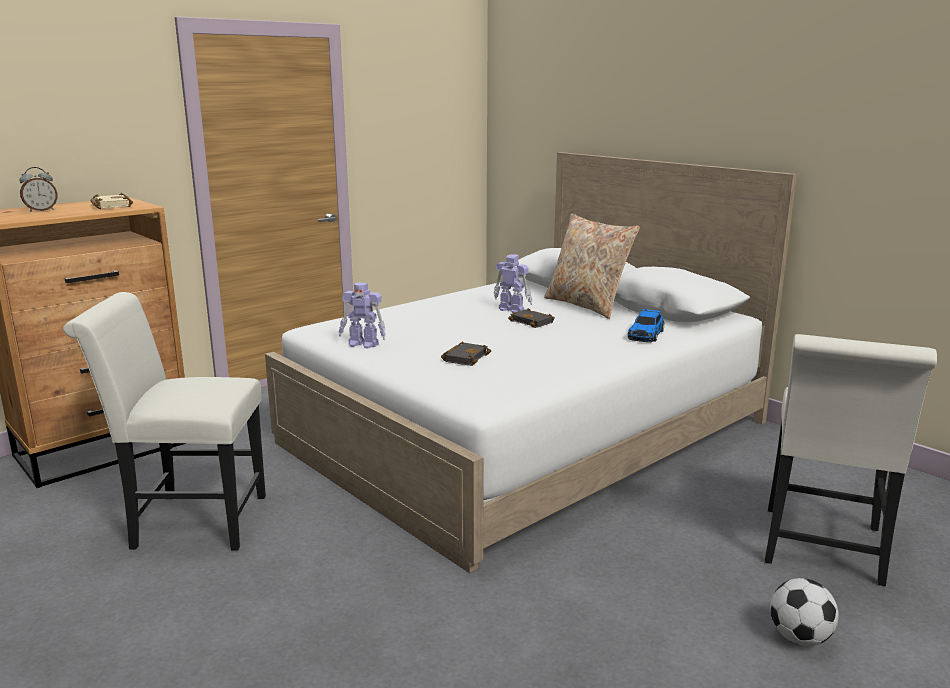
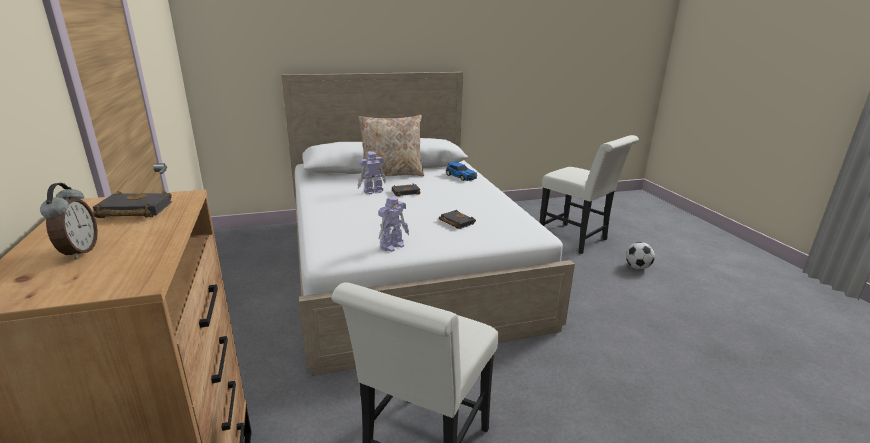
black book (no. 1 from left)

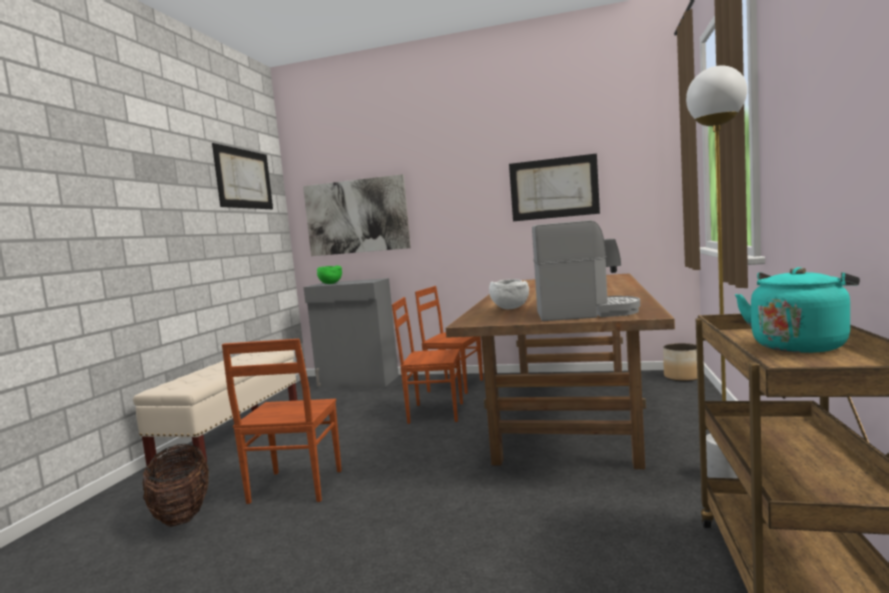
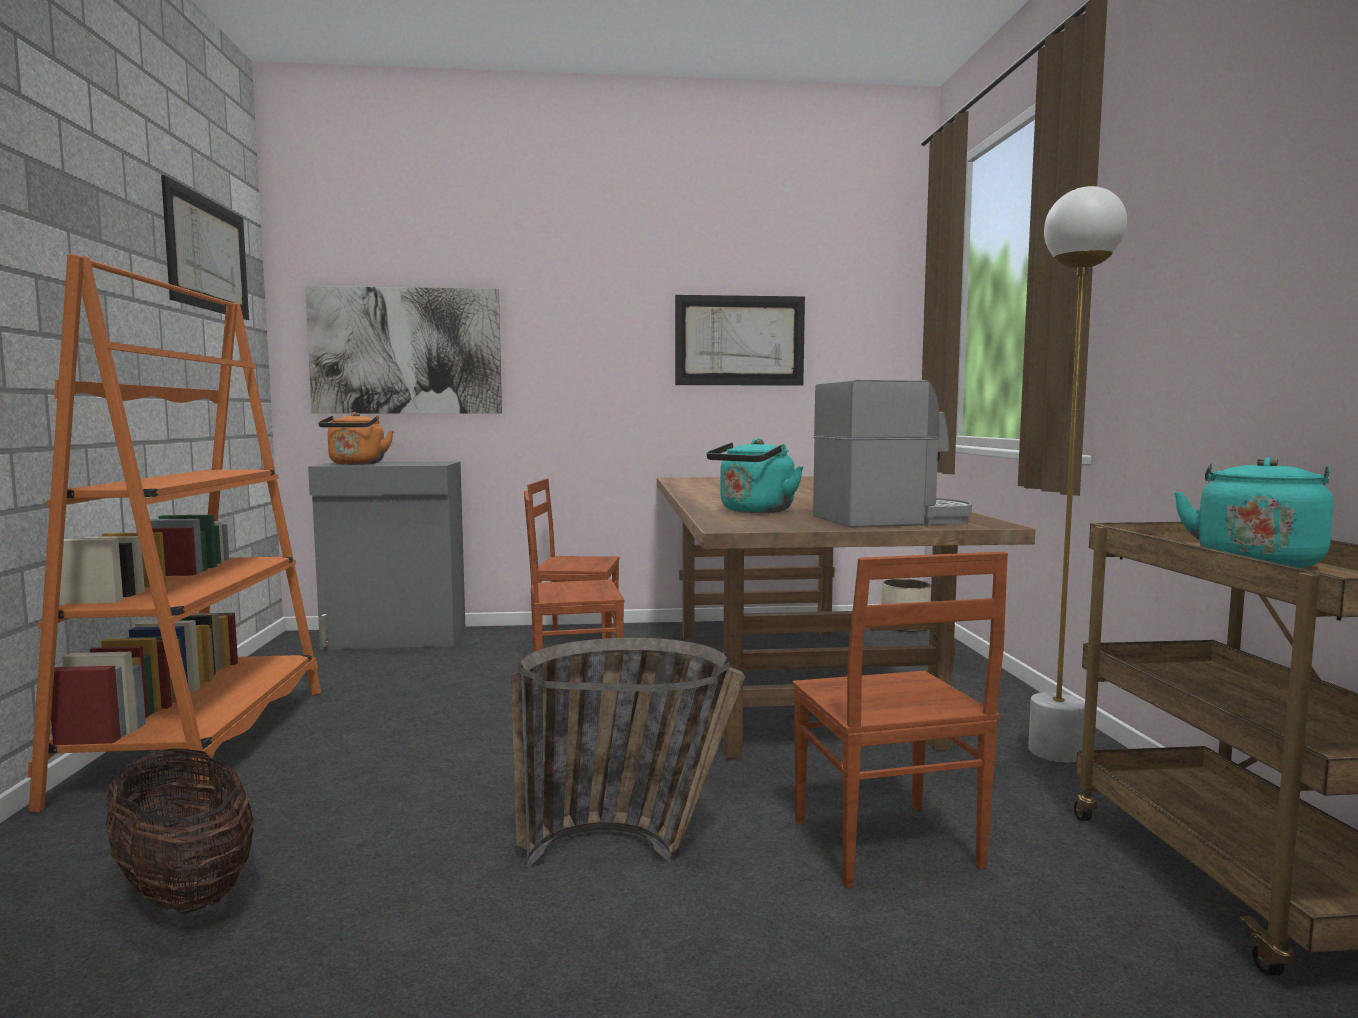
orange bookcase
orange kettle
basket (no. 2 from left)
turquoise kettle (no. 1 from left)
brown chair (no. 3 from left)

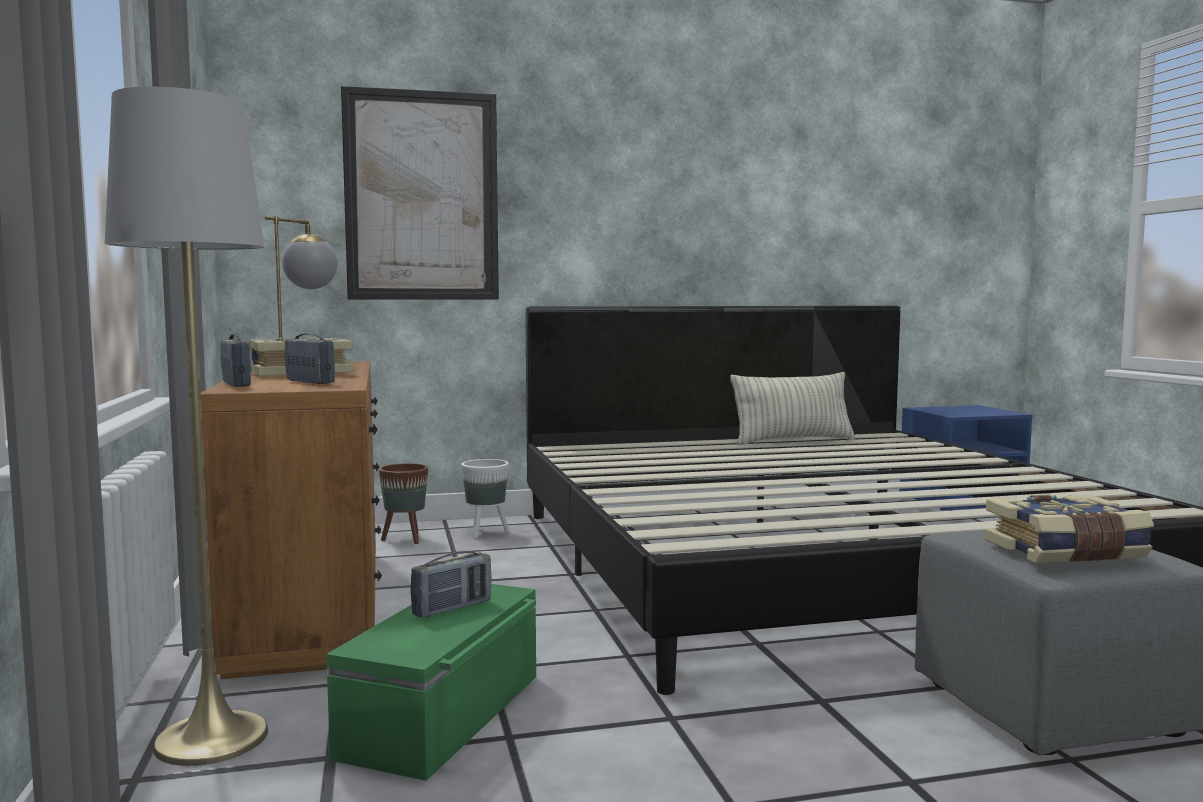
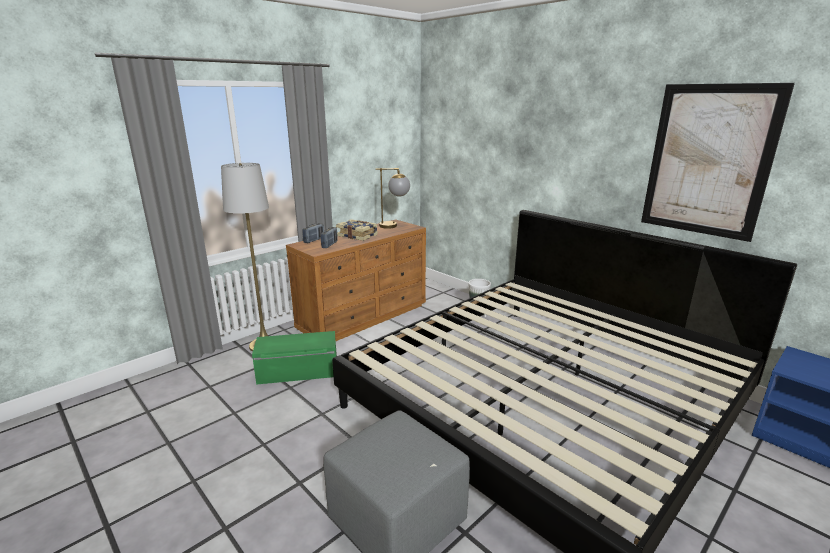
picture
brown planter
radio (no. 3 from left in the first image)
pillow
book (no. 2 from left in the first image)

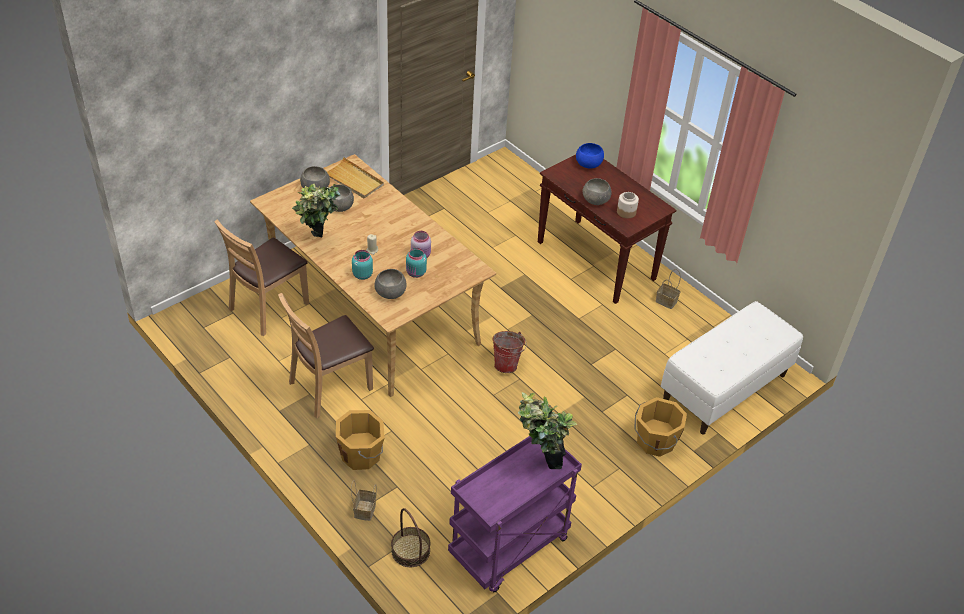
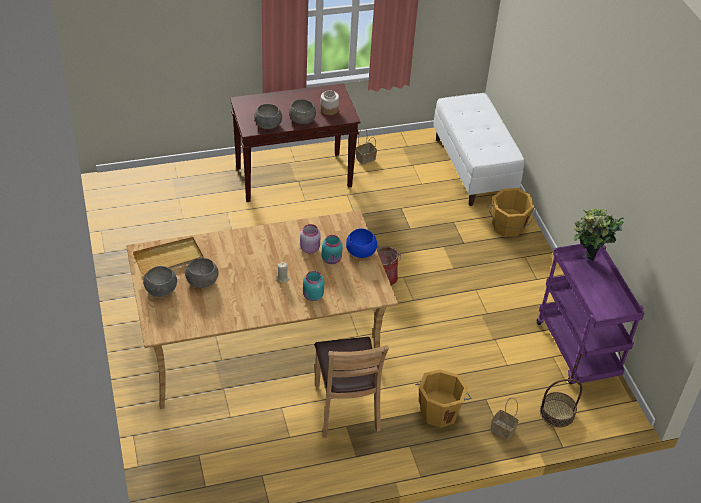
grey bowl (no. 3 from left)
blue bowl
brown chair (no. 1 from left in the first image)
potted plant (no. 1 from left in the first image)

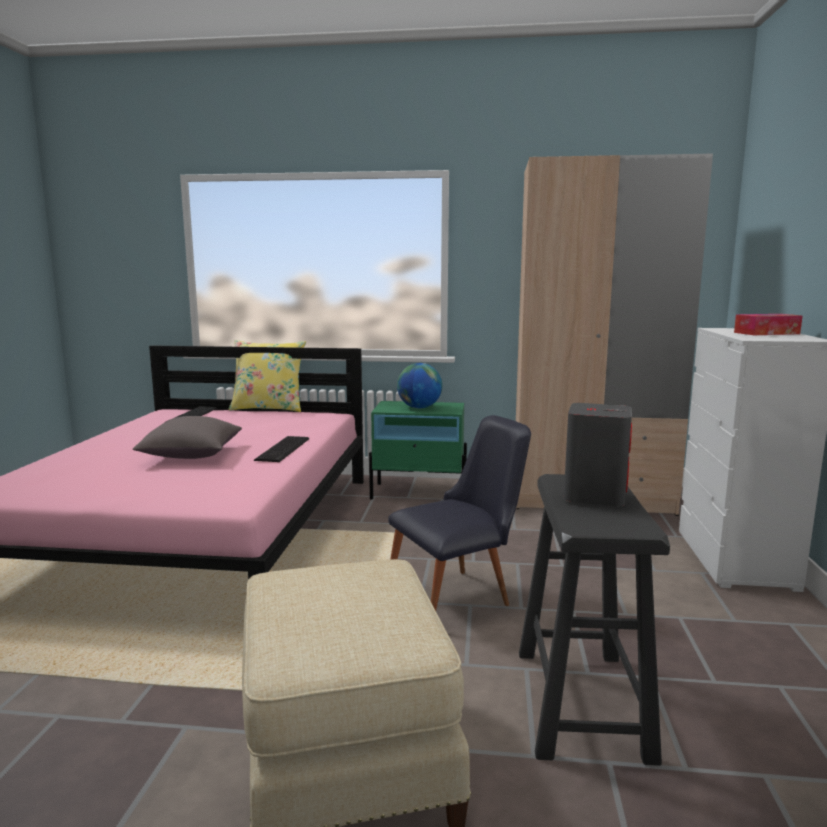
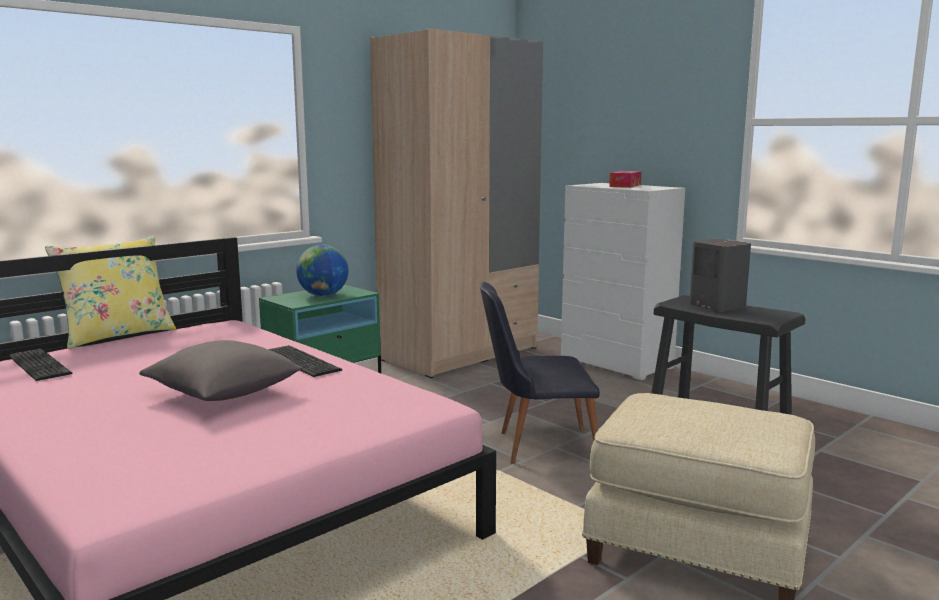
black chair

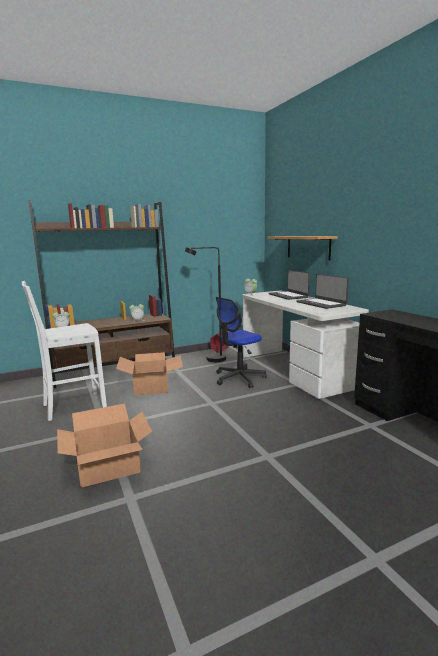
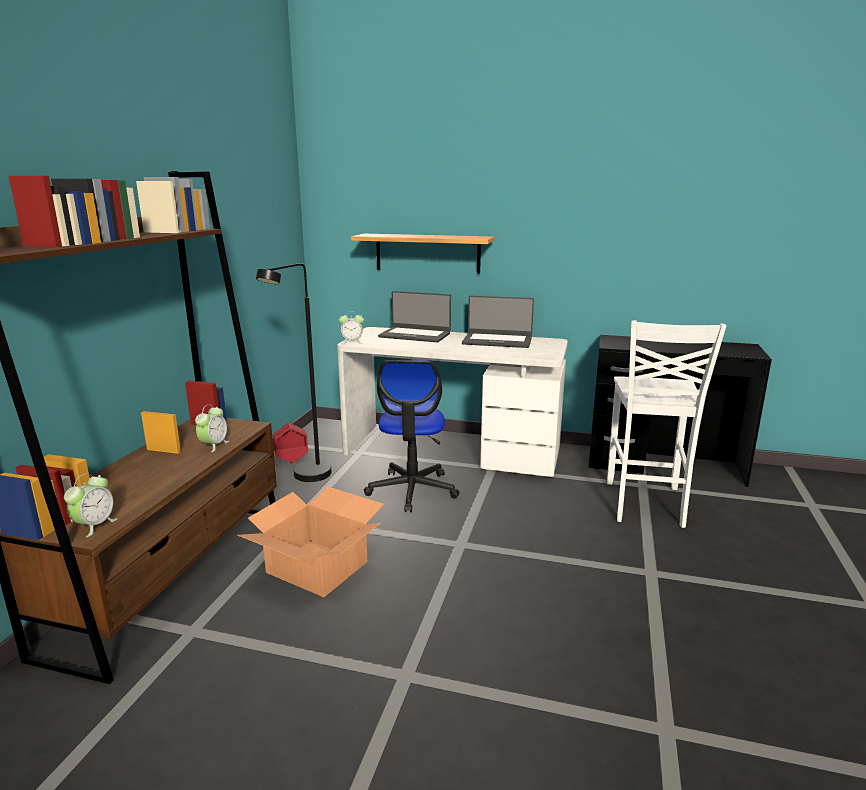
white chair
cardboard box (no. 1 from left in the first image)

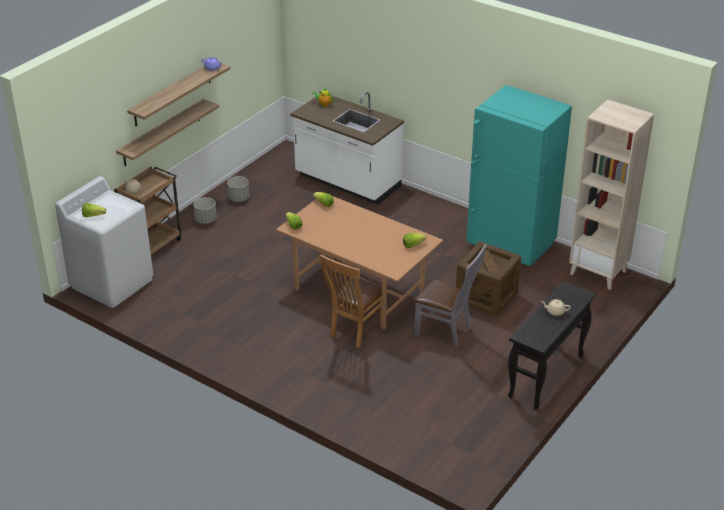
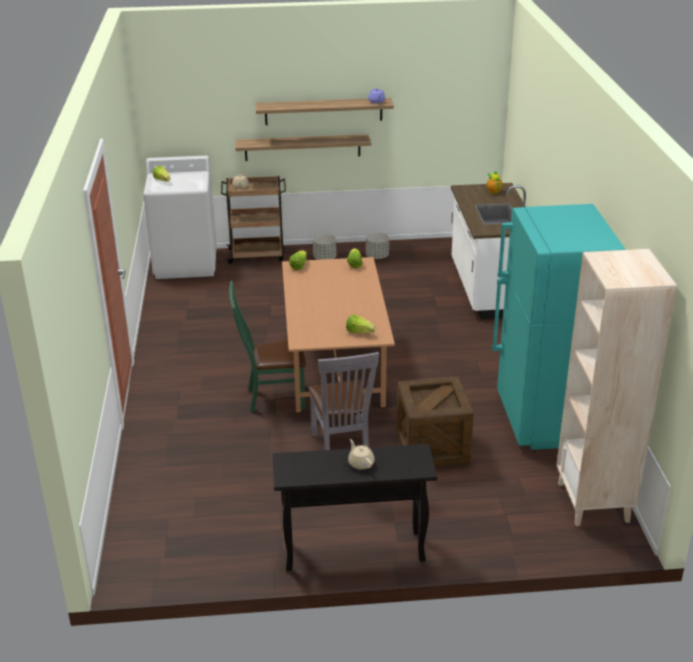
green chair

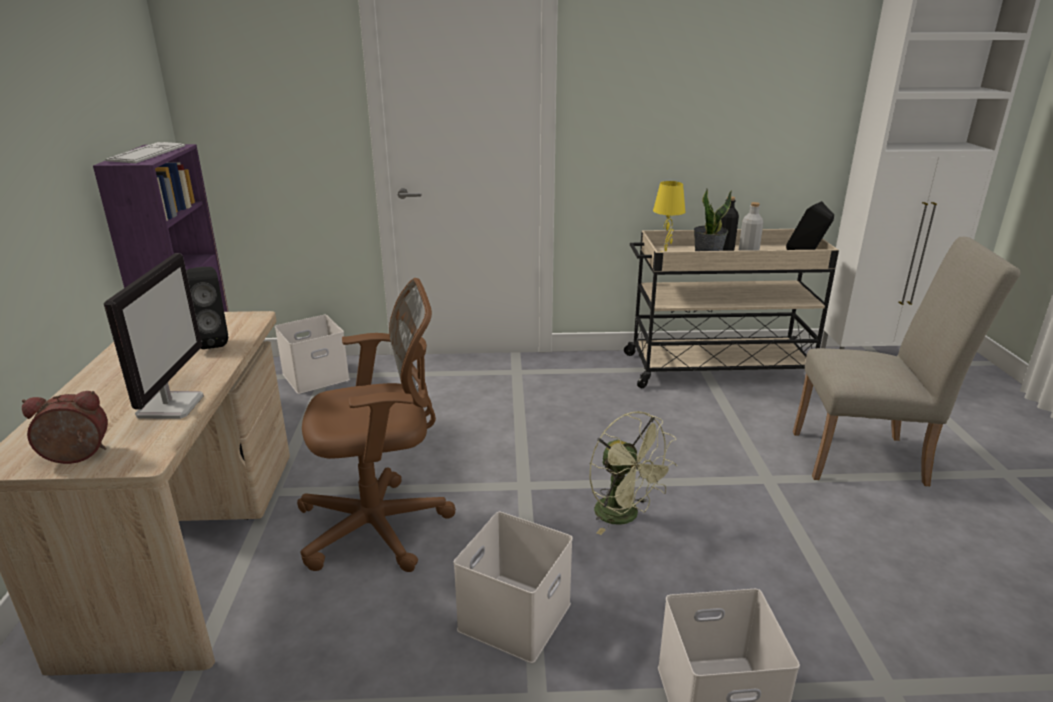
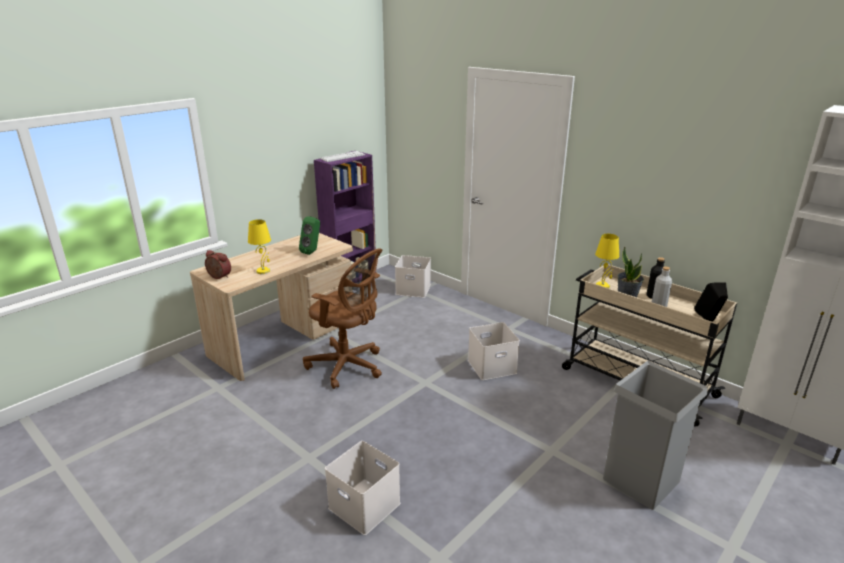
yellow table lamp (no. 1 from left)
green speaker
white storage box (no. 3 from left)
grey trash can
green fan

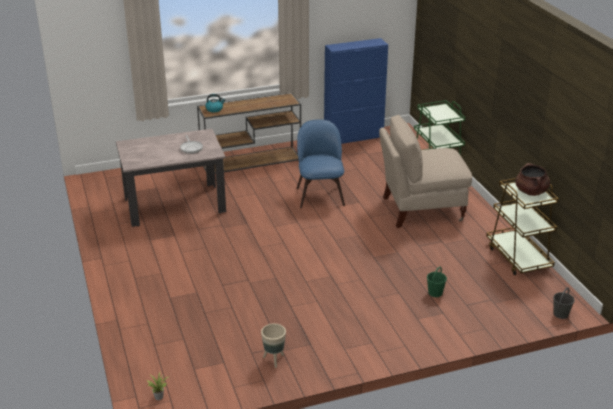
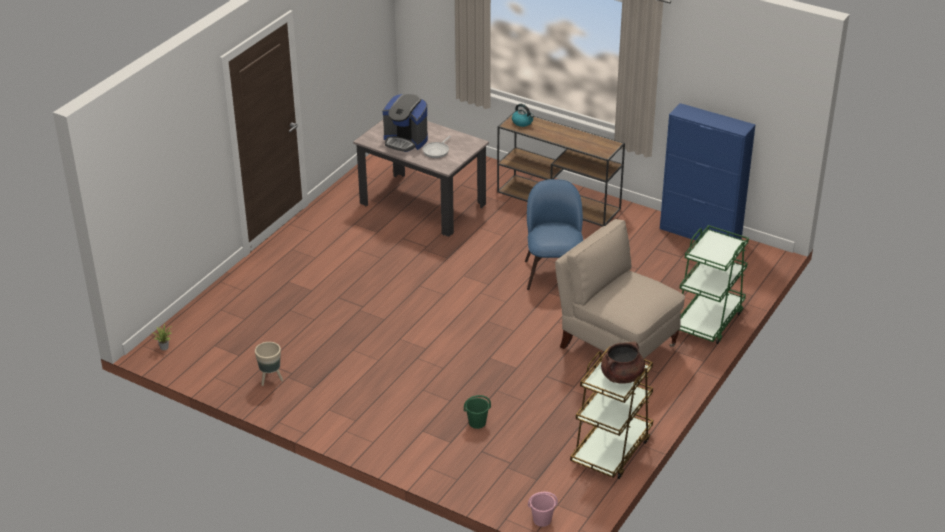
coffee machine
blue chair
pink bucket

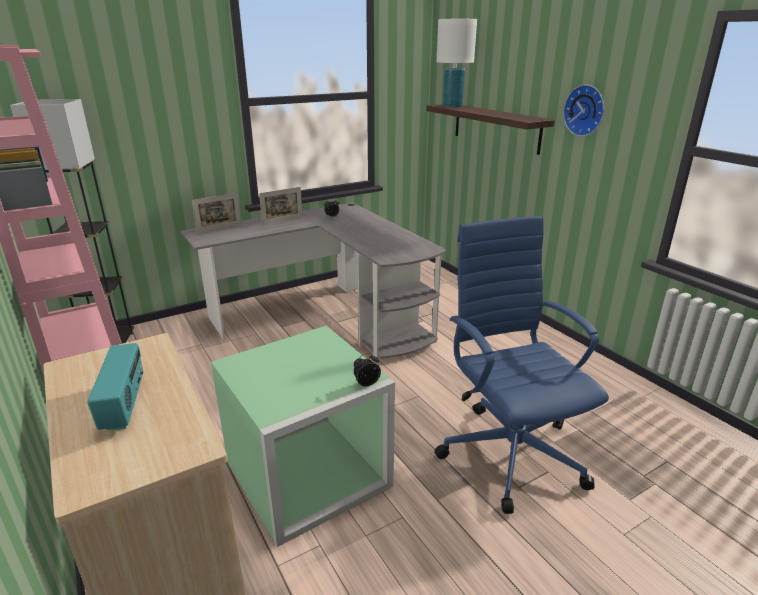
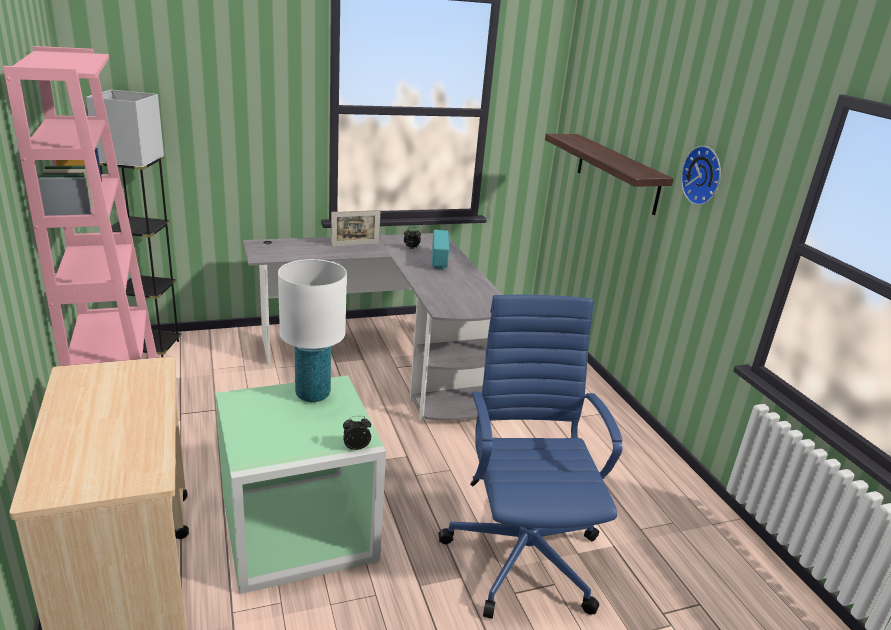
white table lamp
radio
picture frame (no. 1 from left in the first image)

